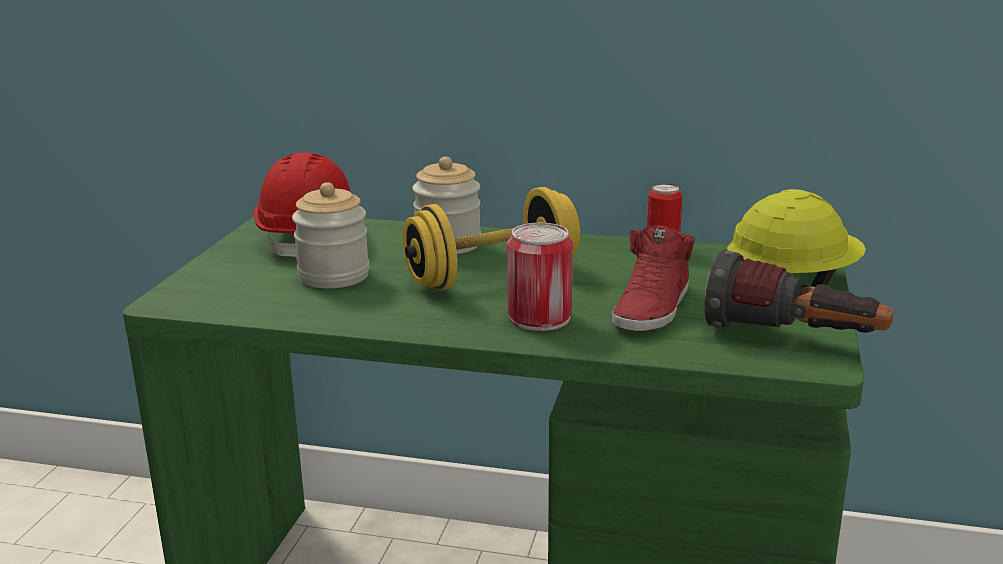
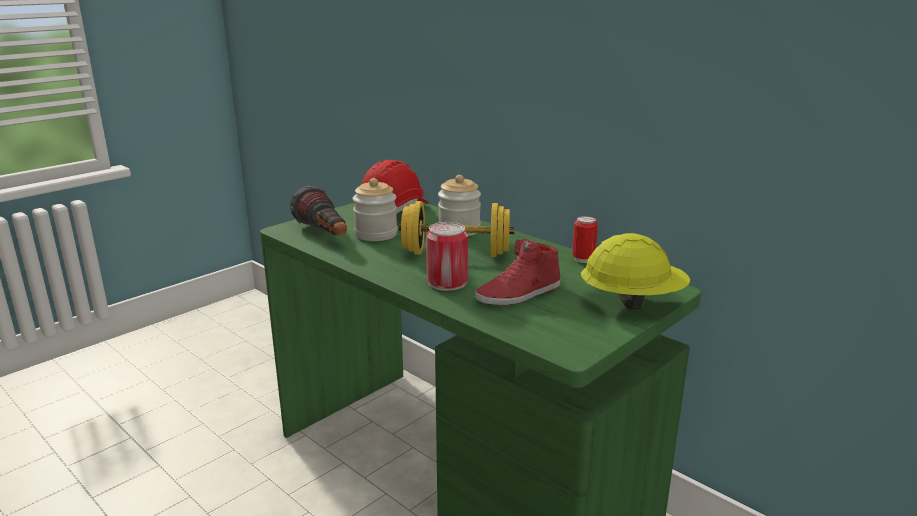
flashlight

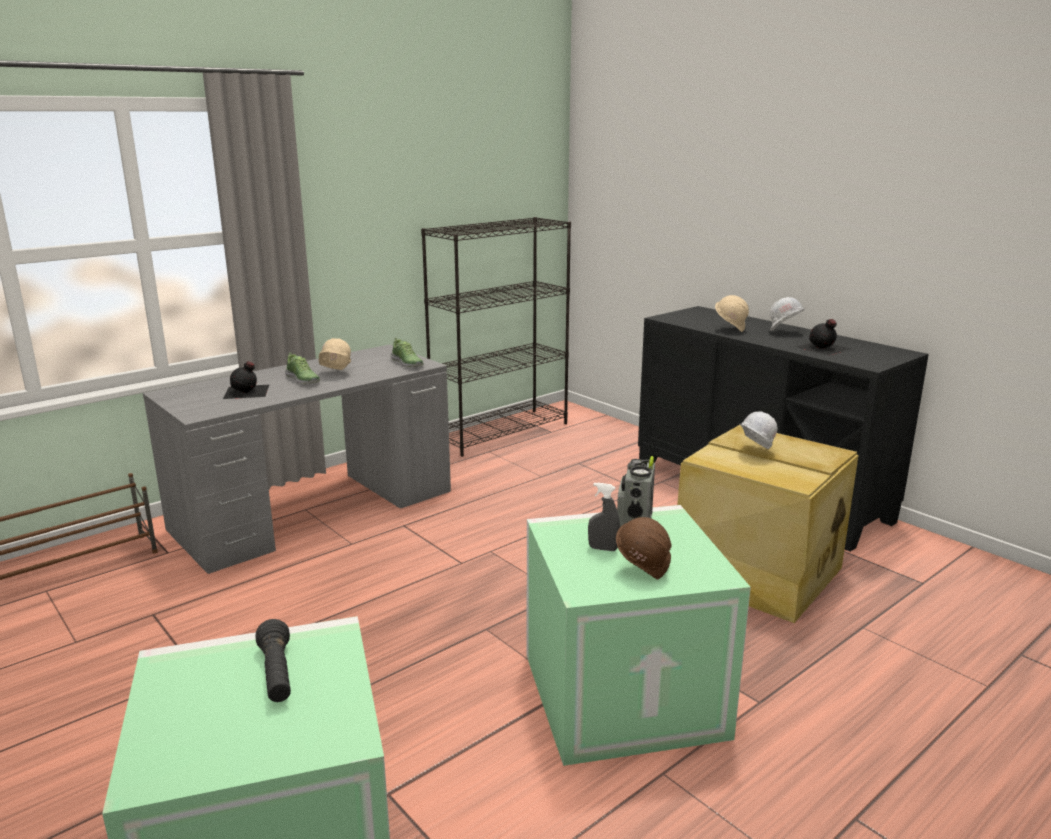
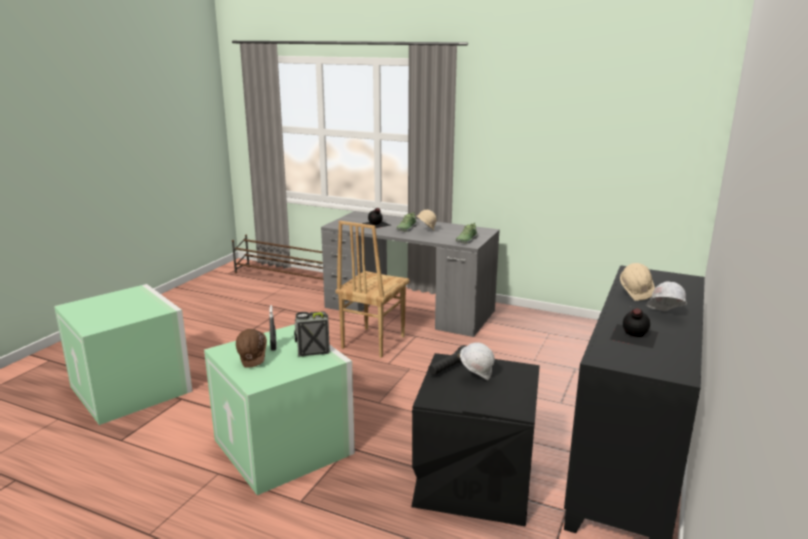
brown chair
black storage box
black flashlight
black bookcase

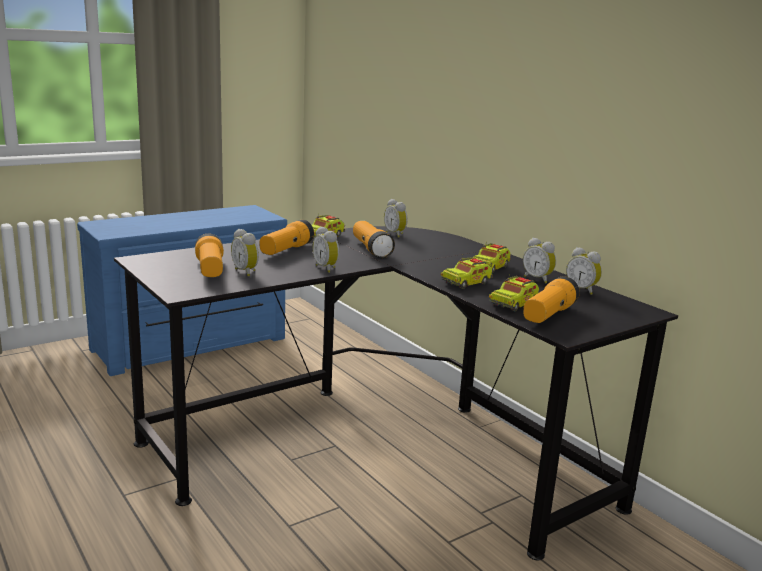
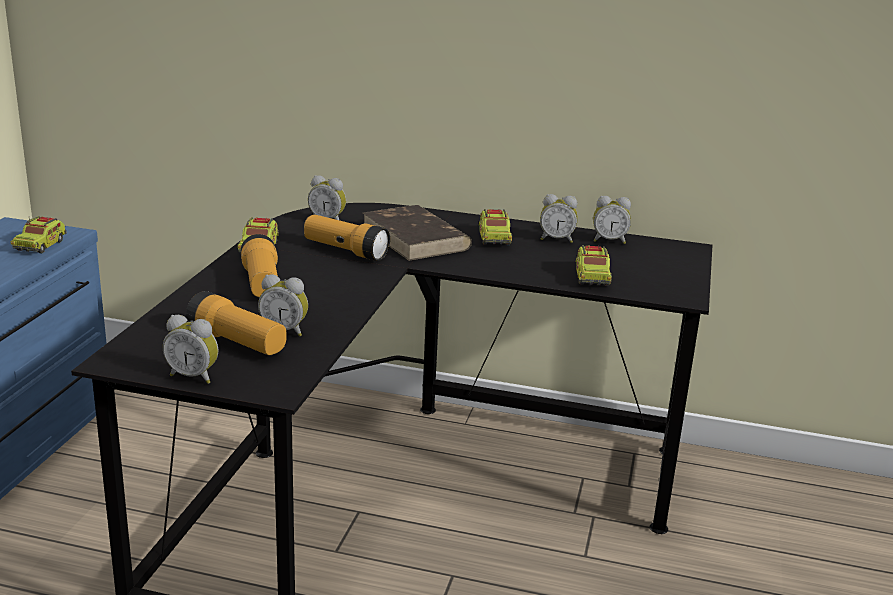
toy truck (no. 1 from left)
alarm clock (no. 1 from left)
brown book
flashlight (no. 4 from left in the first image)

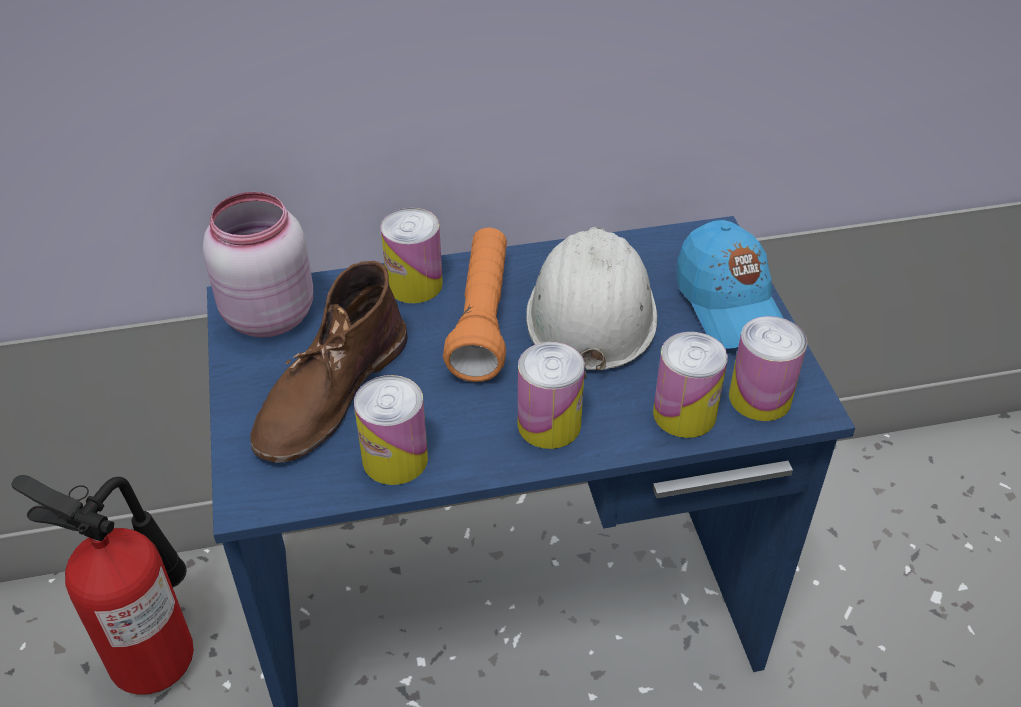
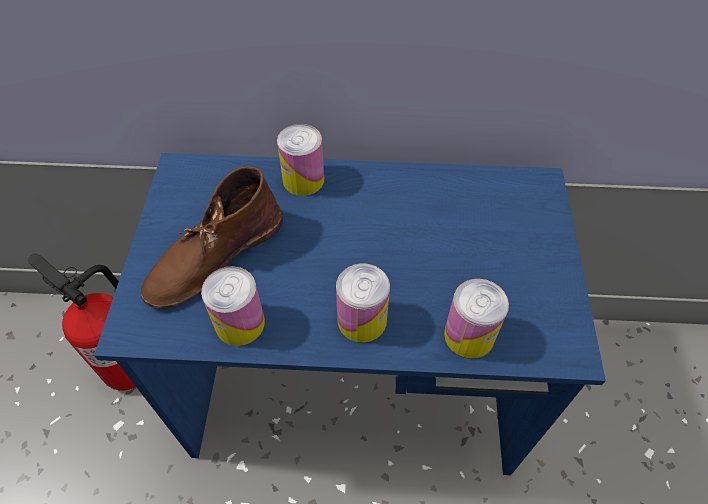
pink jar
orange flashlight
white hard hat
blue cap
can (no. 5 from left in the first image)

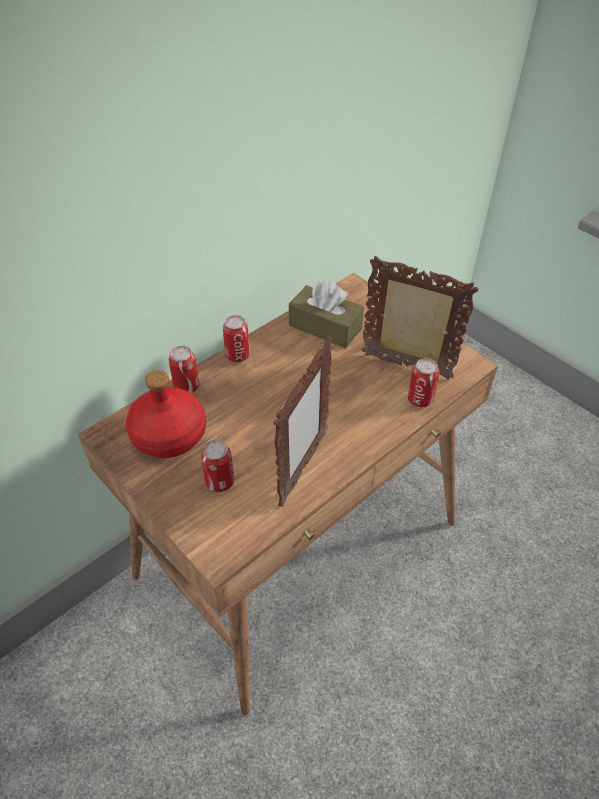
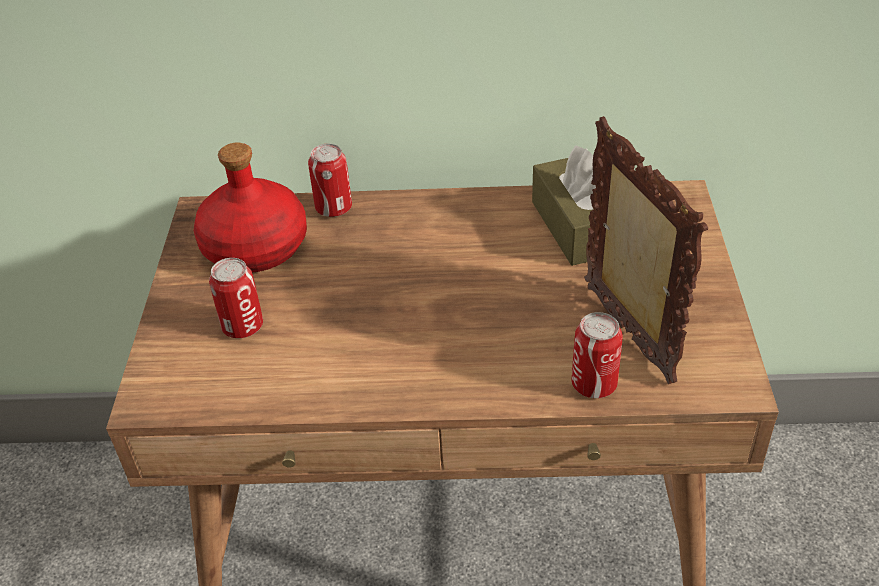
can (no. 3 from left in the first image)
picture frame (no. 1 from left in the first image)

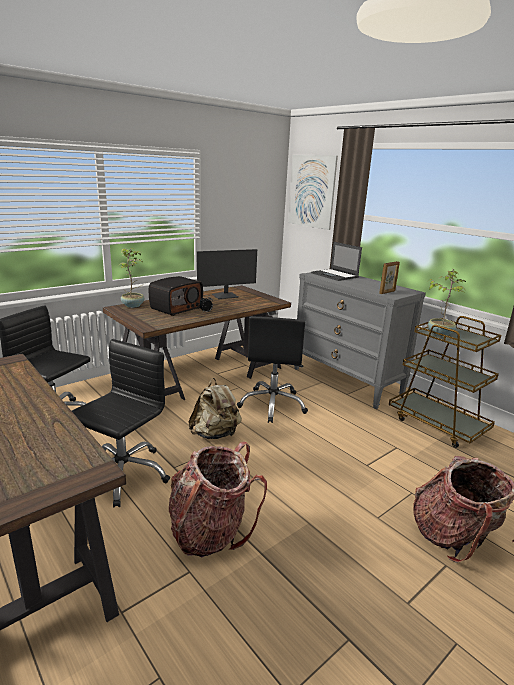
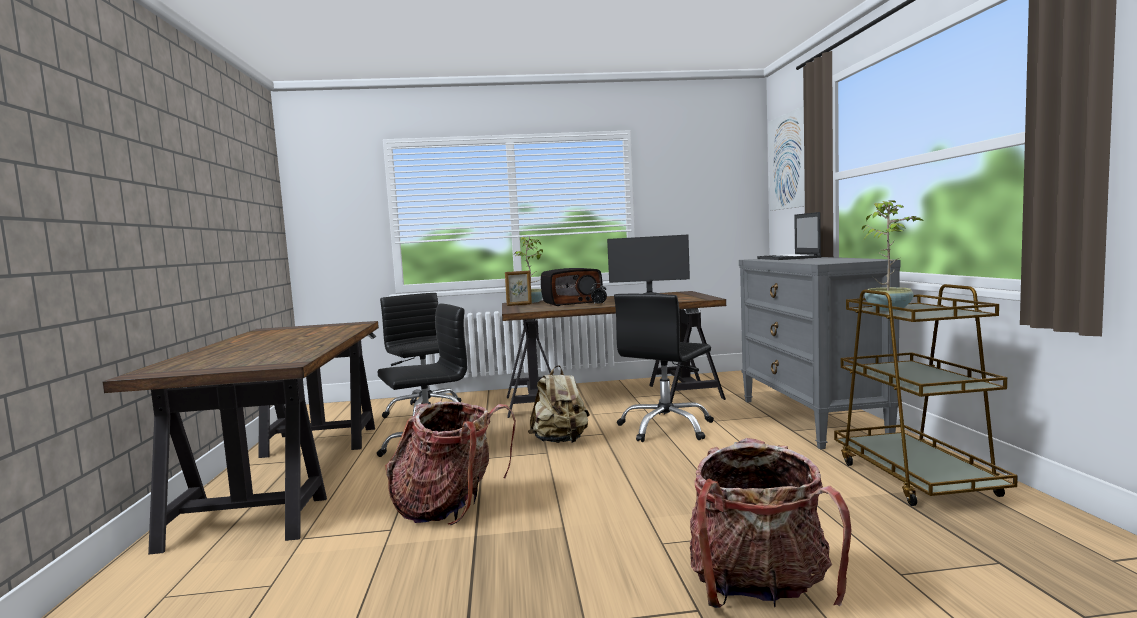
picture frame

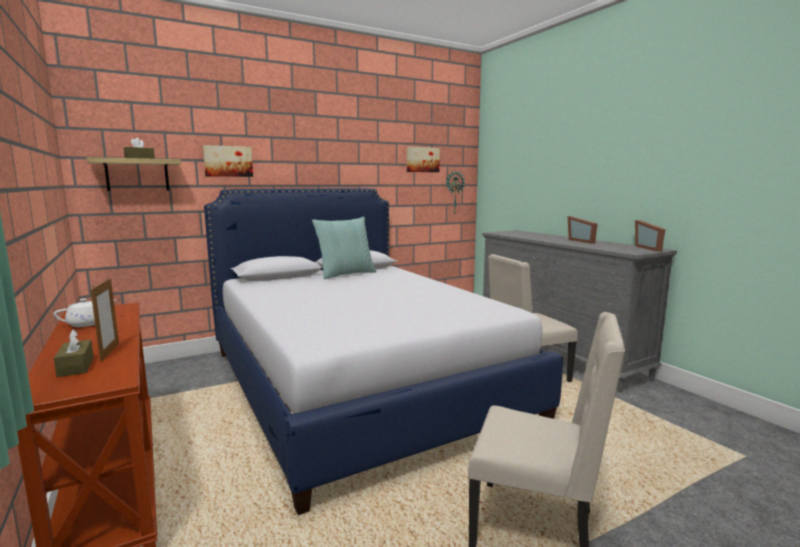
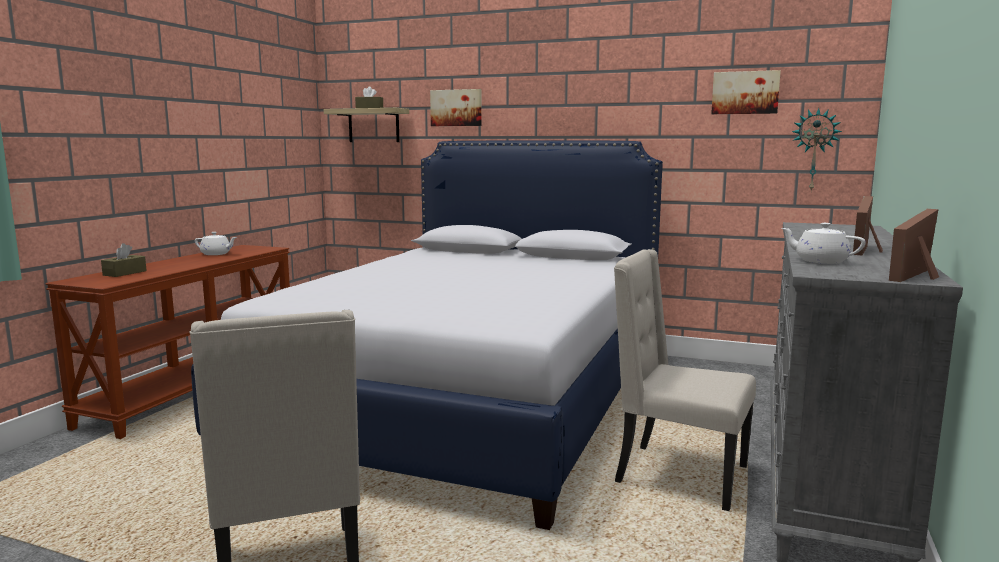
white teapot (no. 2 from left)
picture frame (no. 1 from left in the first image)
pillow

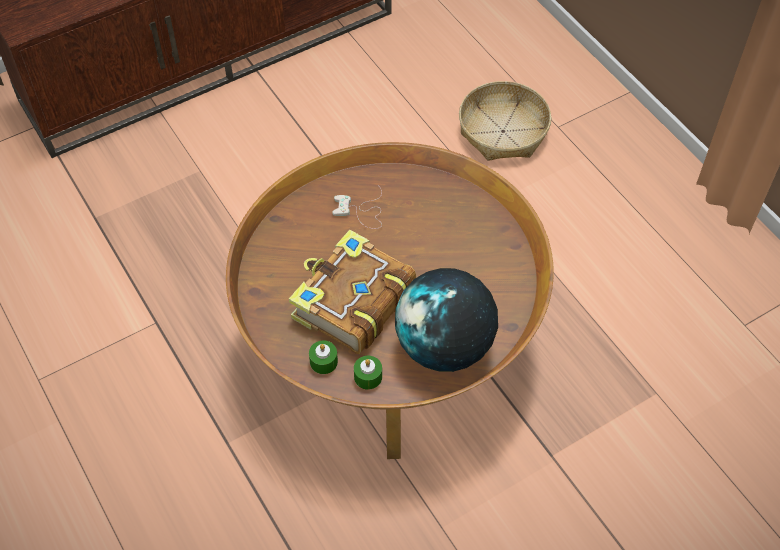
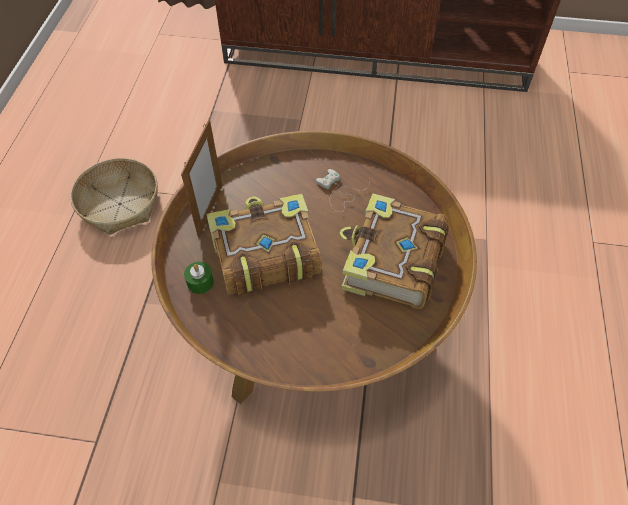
basket
picture frame
book (no. 2 from left)
green candle (no. 2 from left in the first image)
globe

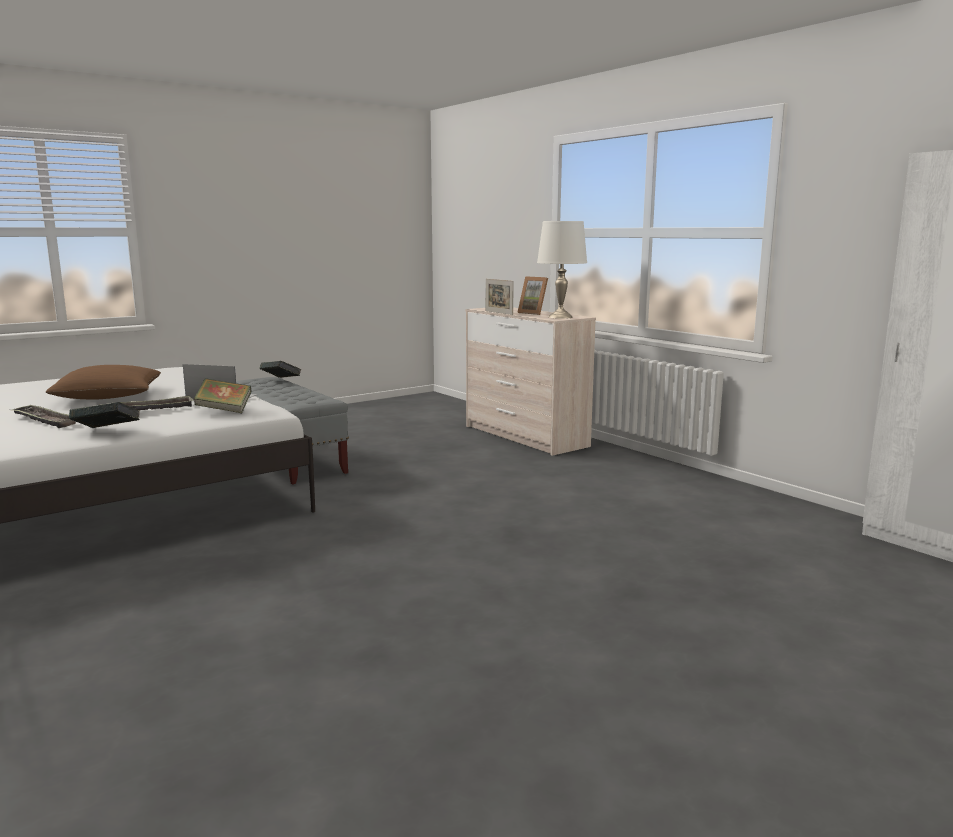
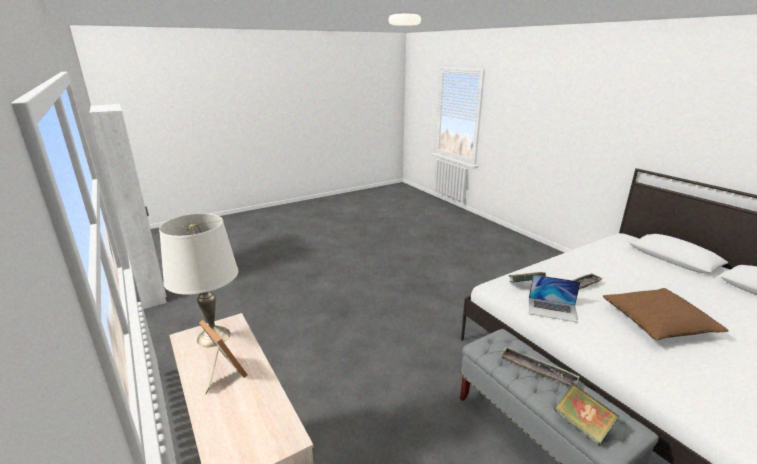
tray (no. 1 from left)
book (no. 1 from left in the first image)
picture frame (no. 1 from left in the first image)

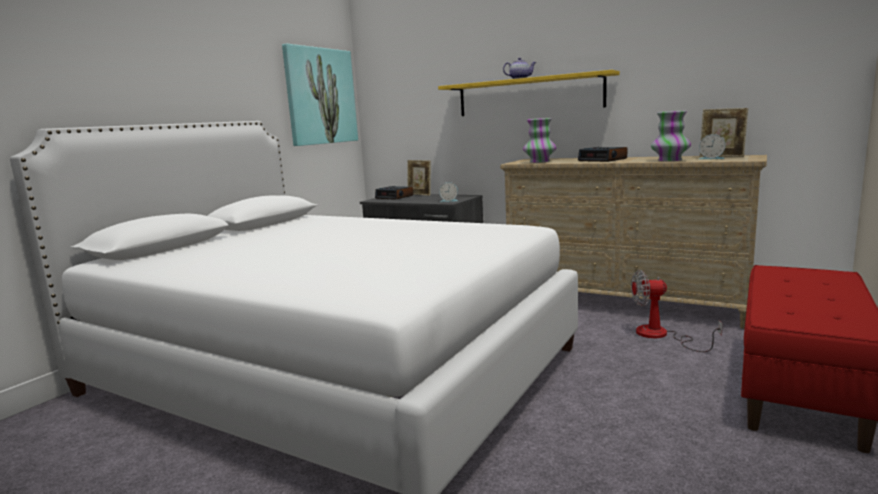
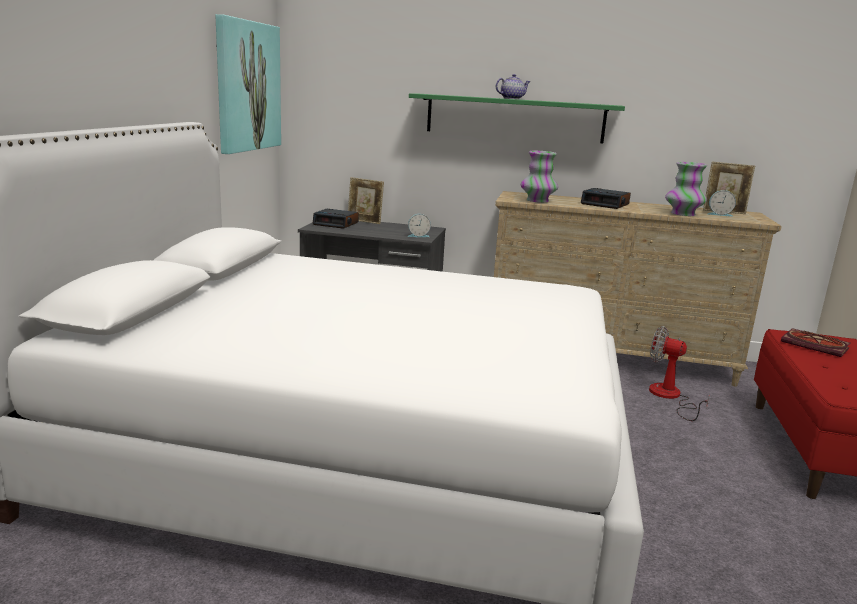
green shelf
fan
book

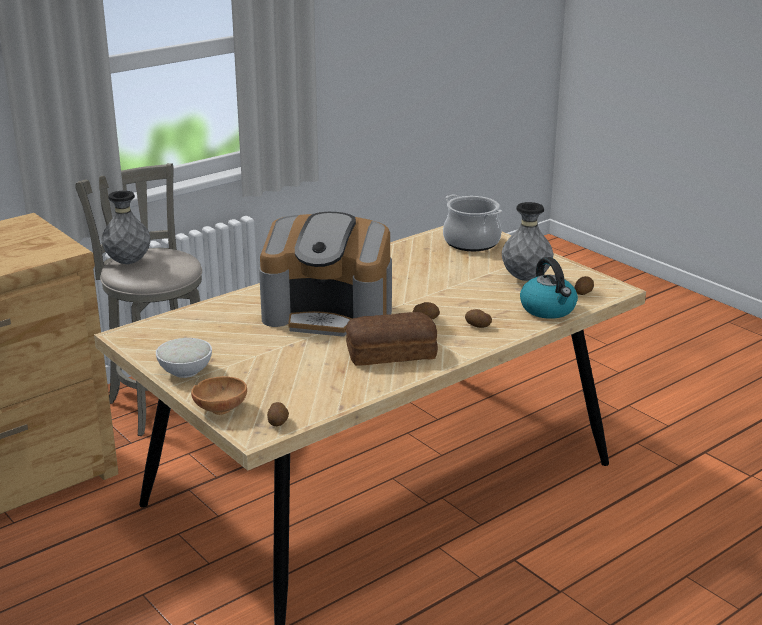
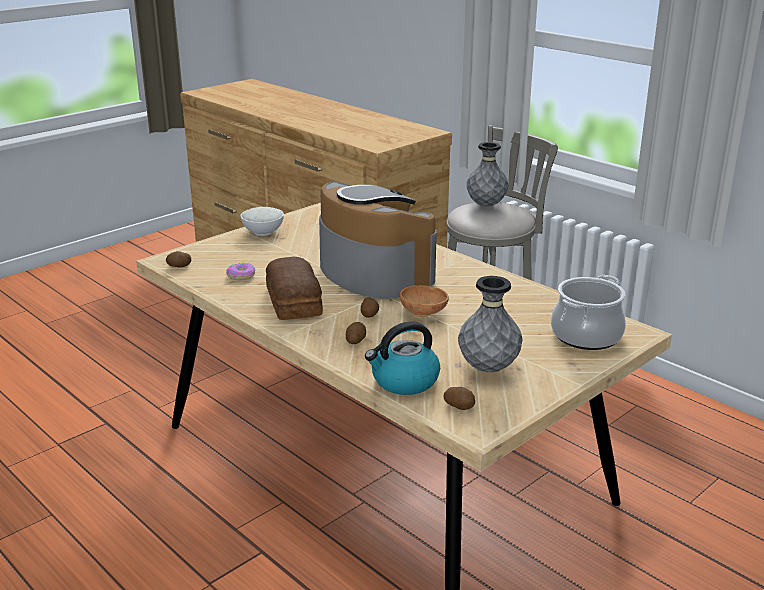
donut
coffee machine
brown bowl

